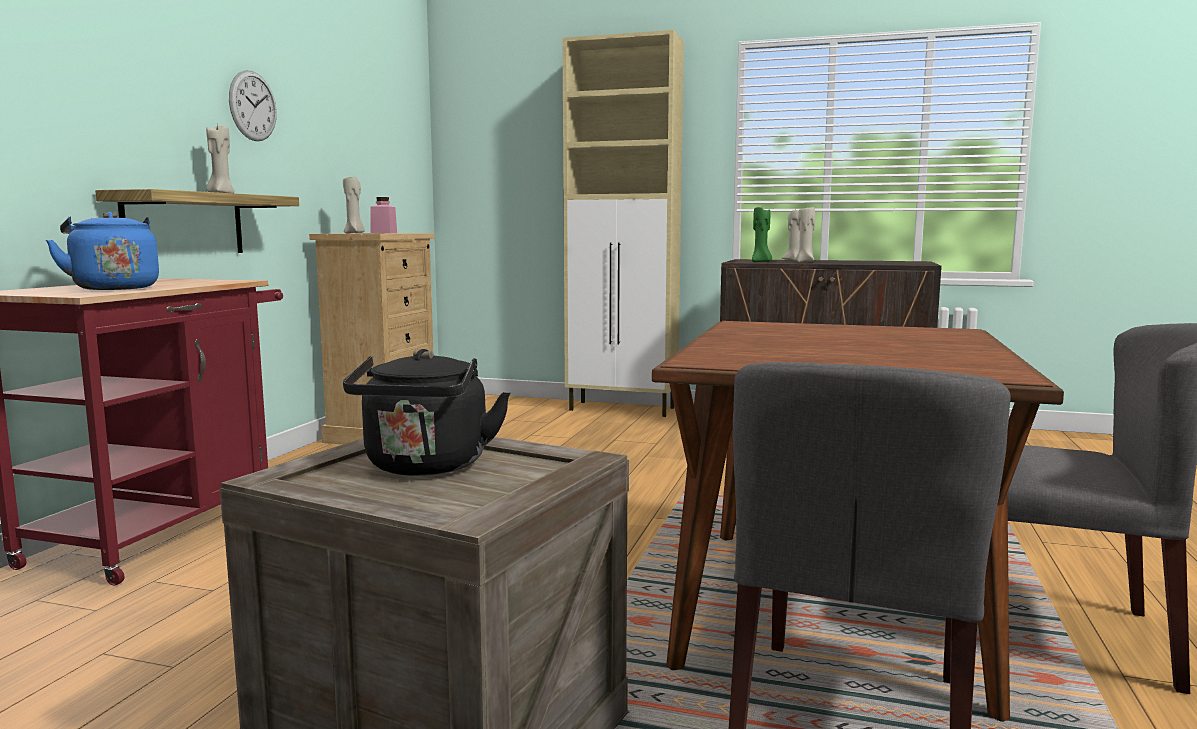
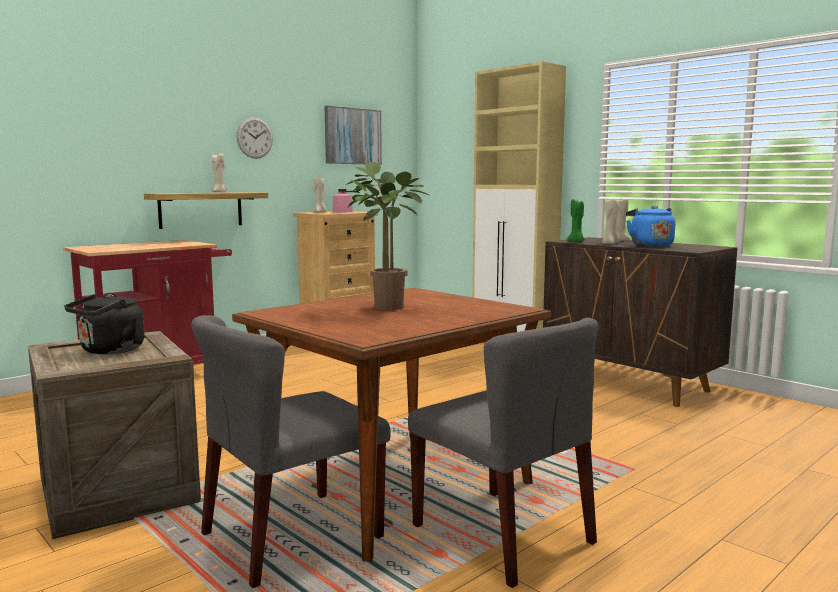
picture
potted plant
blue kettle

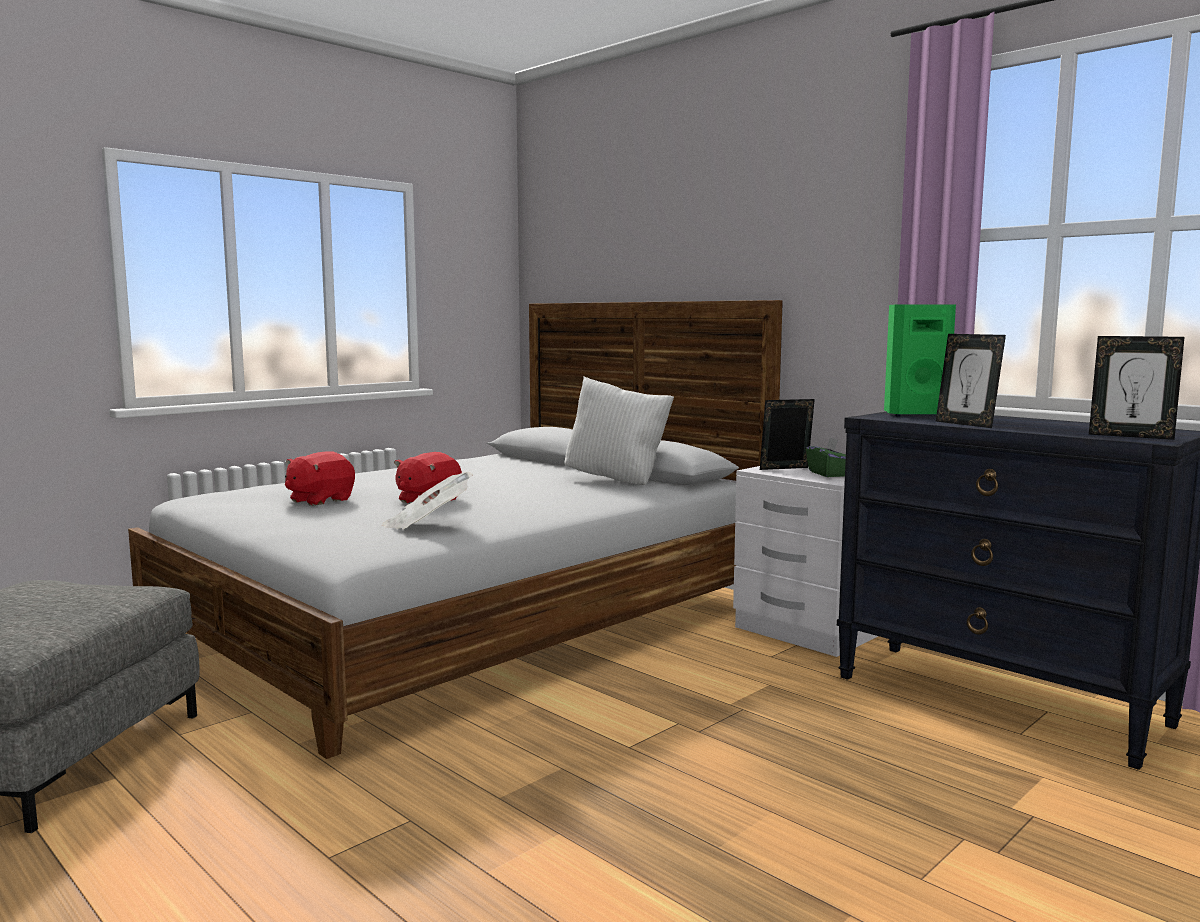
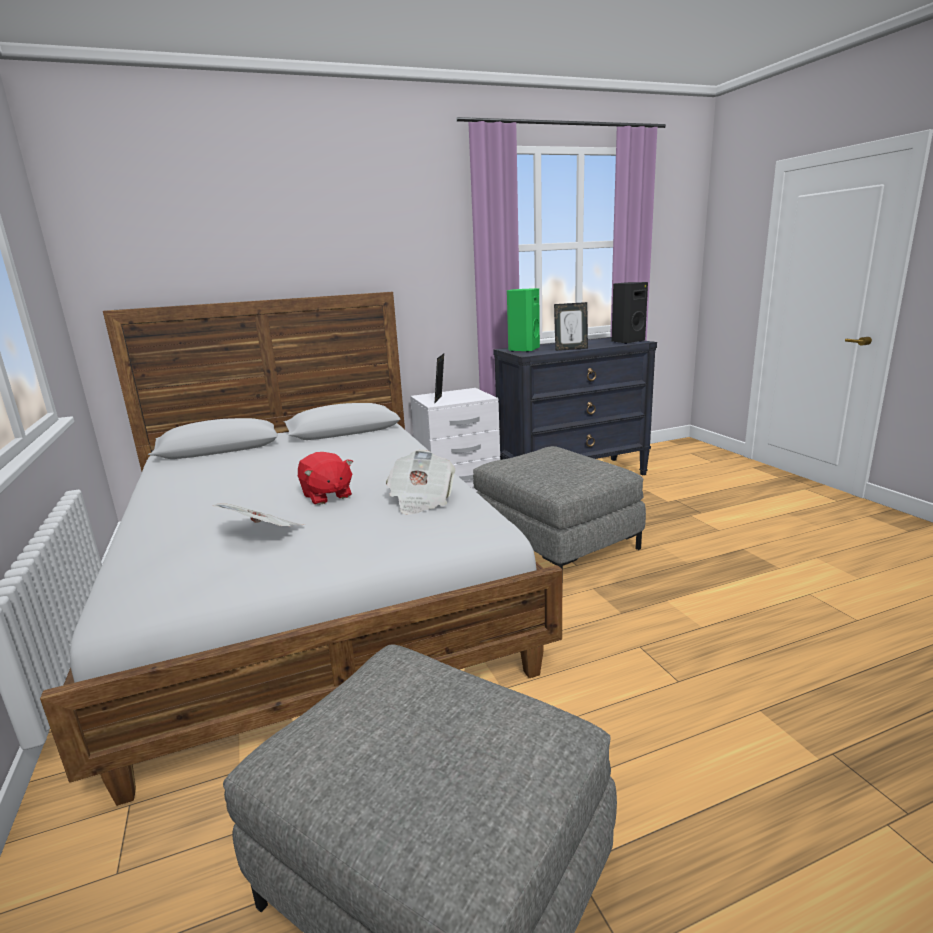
newspaper (1st from left)
grey ottoman (2nd from left)
black speaker
white pillow
green tissue box

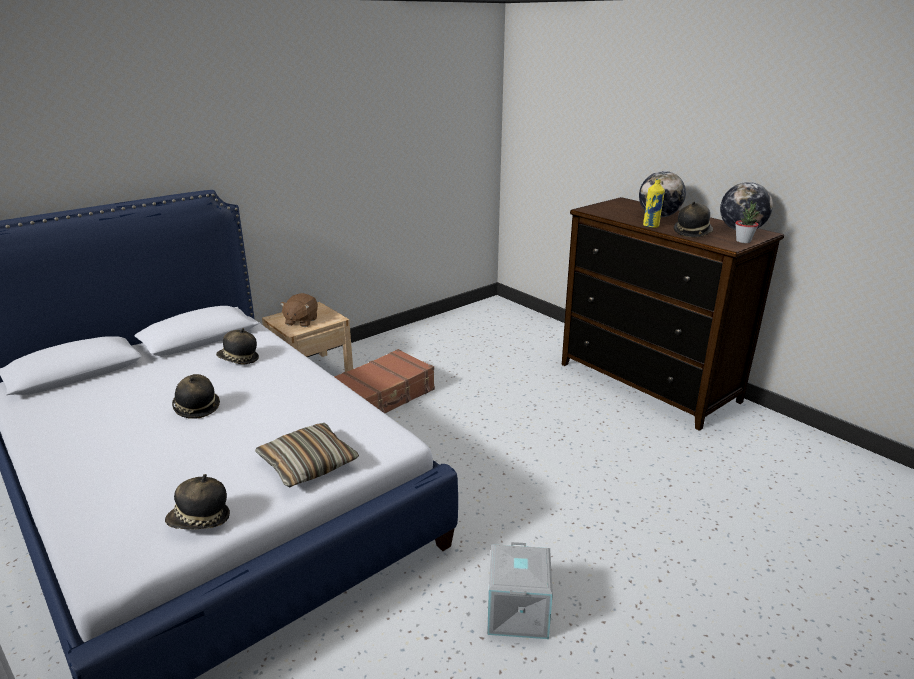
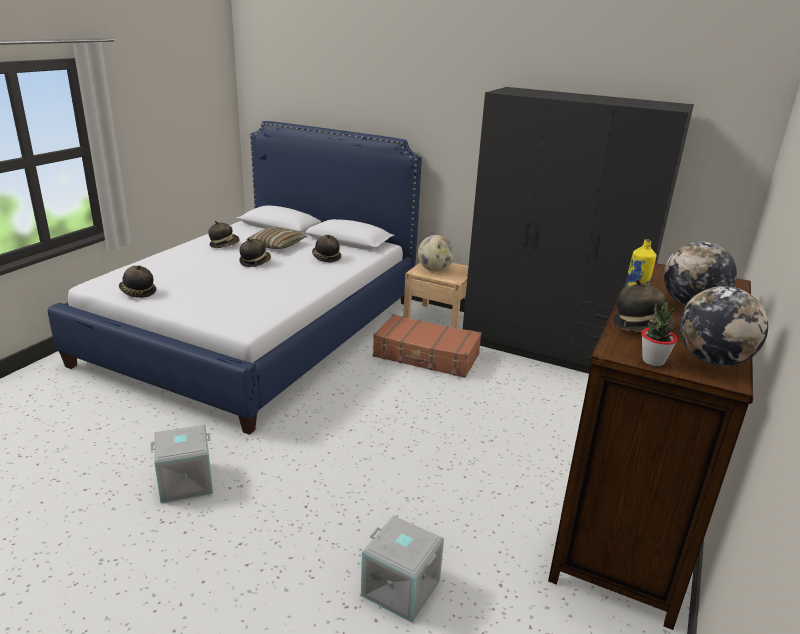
hat (2nd from left)
pillow
grey storage box (2nd from left)
globe (1st from left)
black wardrobe

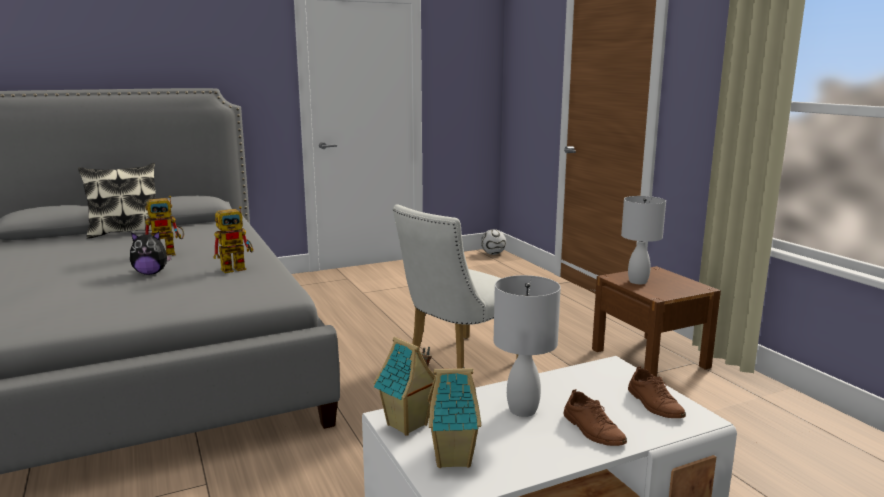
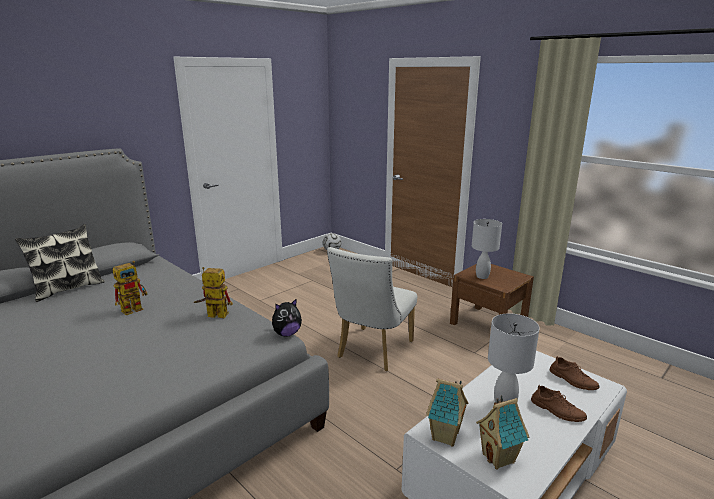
toy robot (2nd from left)
plush toy

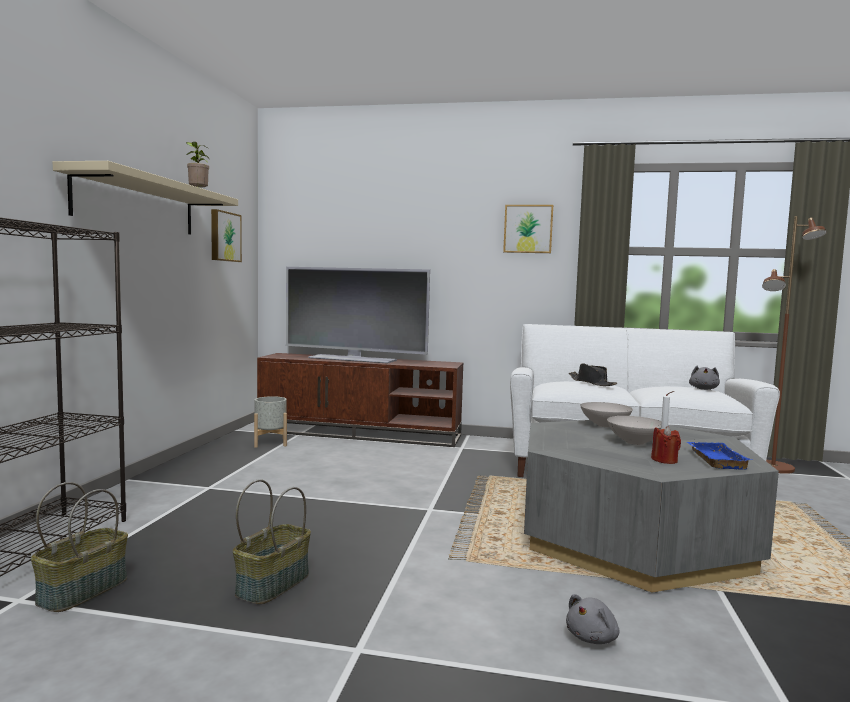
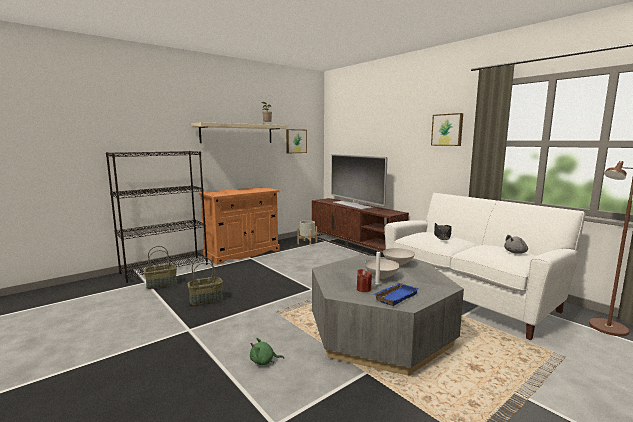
orange cabinet
green plush toy

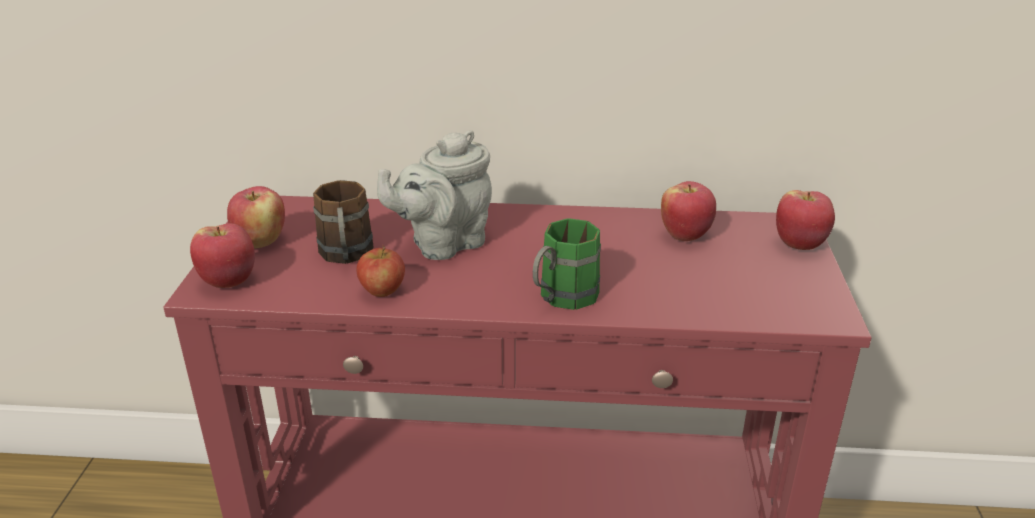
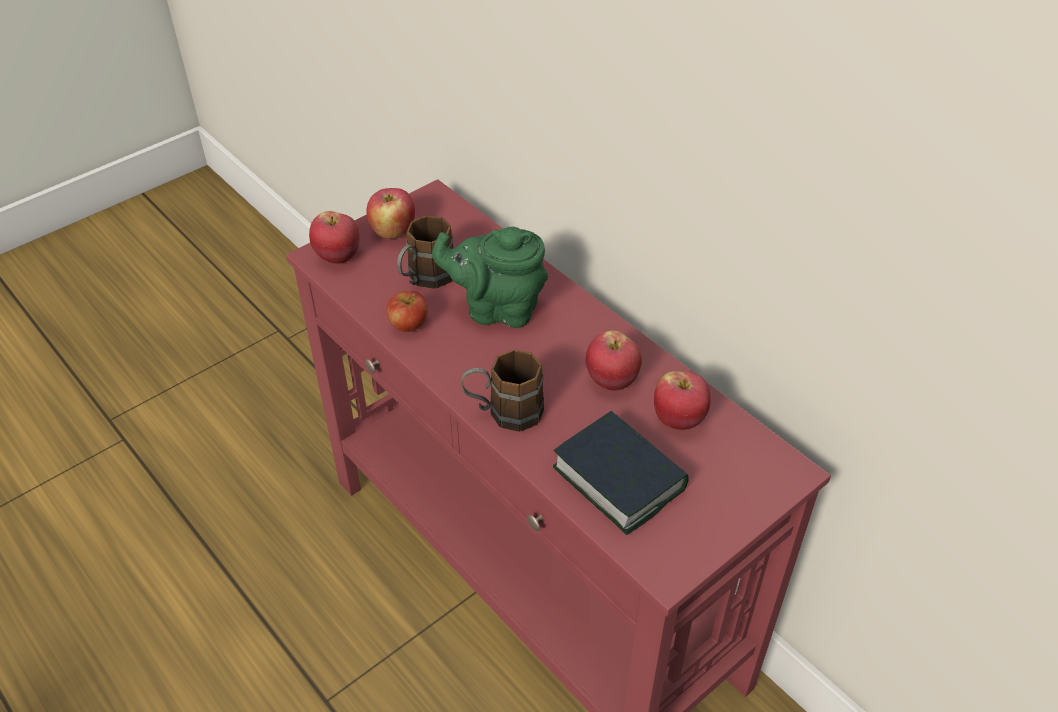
green teapot
brown mug (2nd from left)
book
apple (4th from left)

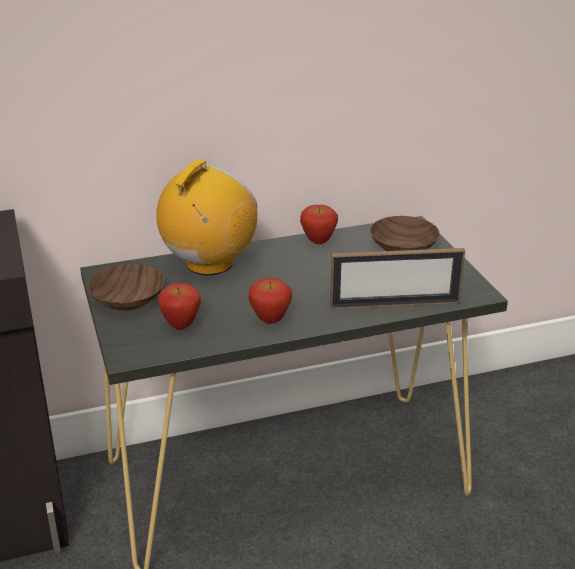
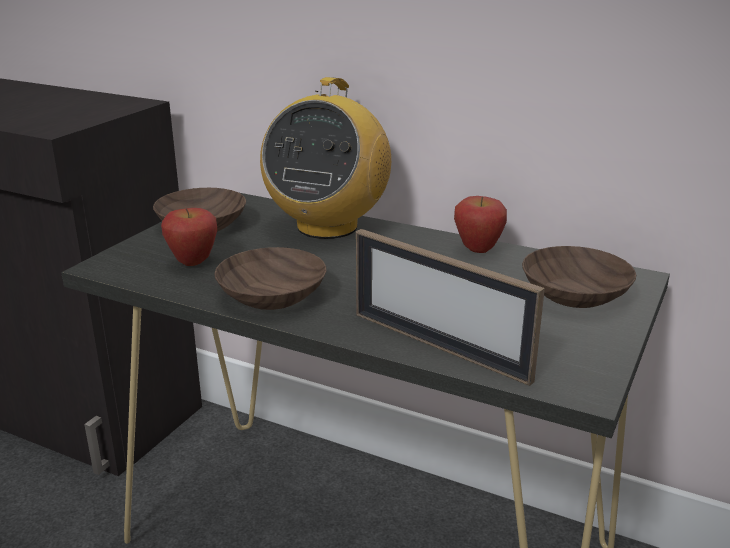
brown bowl (2nd from left)
radio

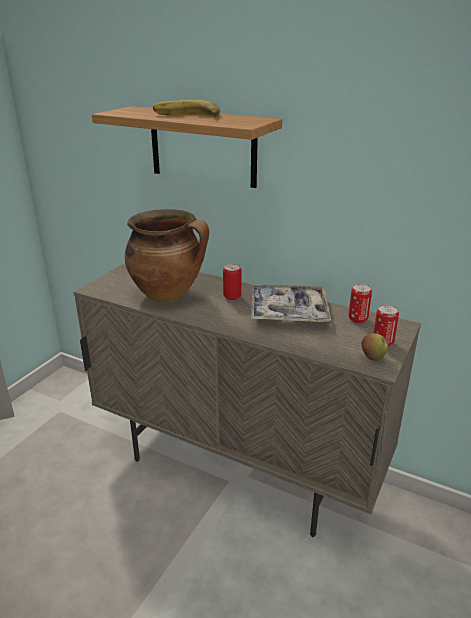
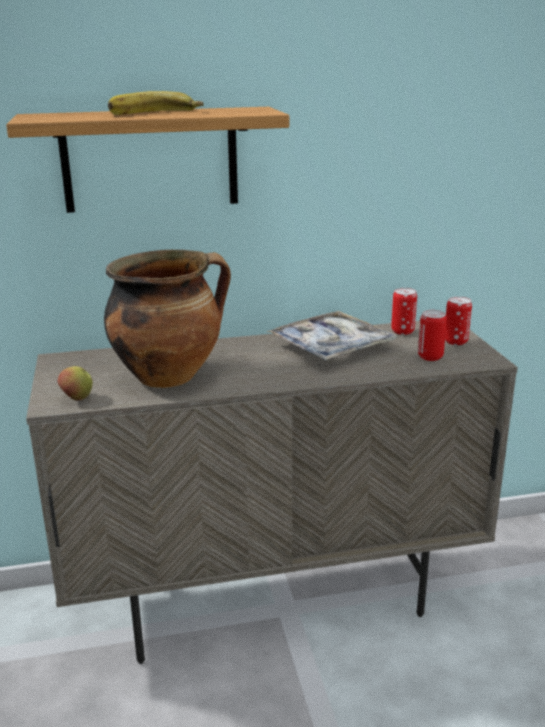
apple
can (2nd from left)

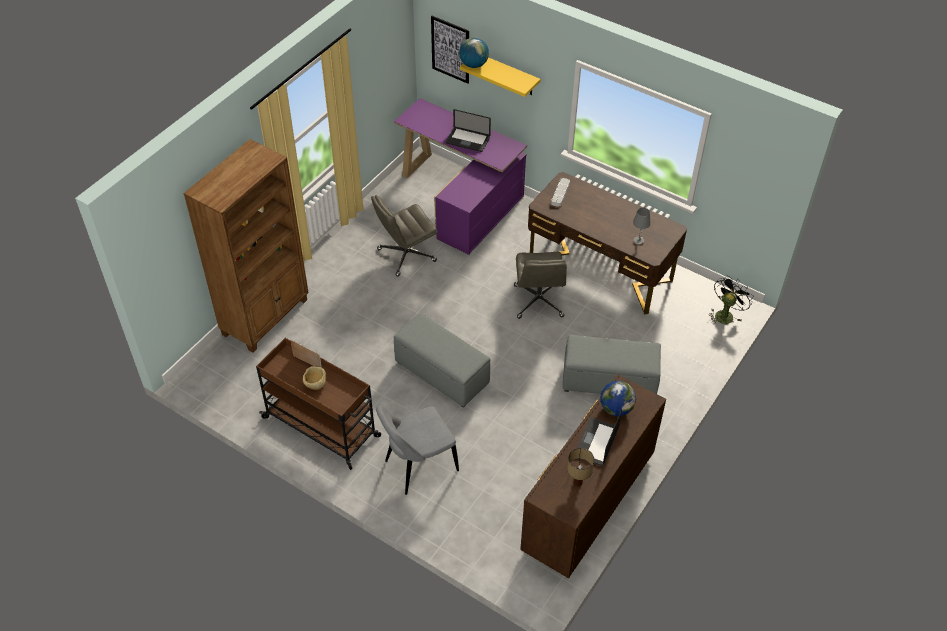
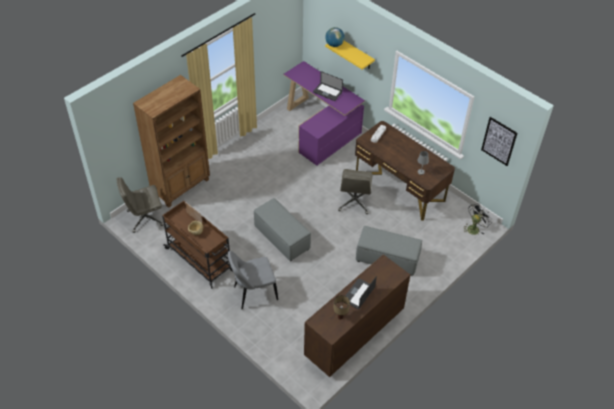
grey office chair (1st from left)
picture
globe (2nd from left in the first image)

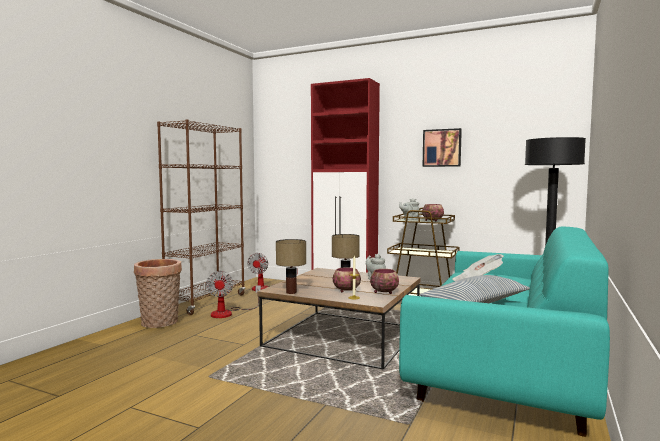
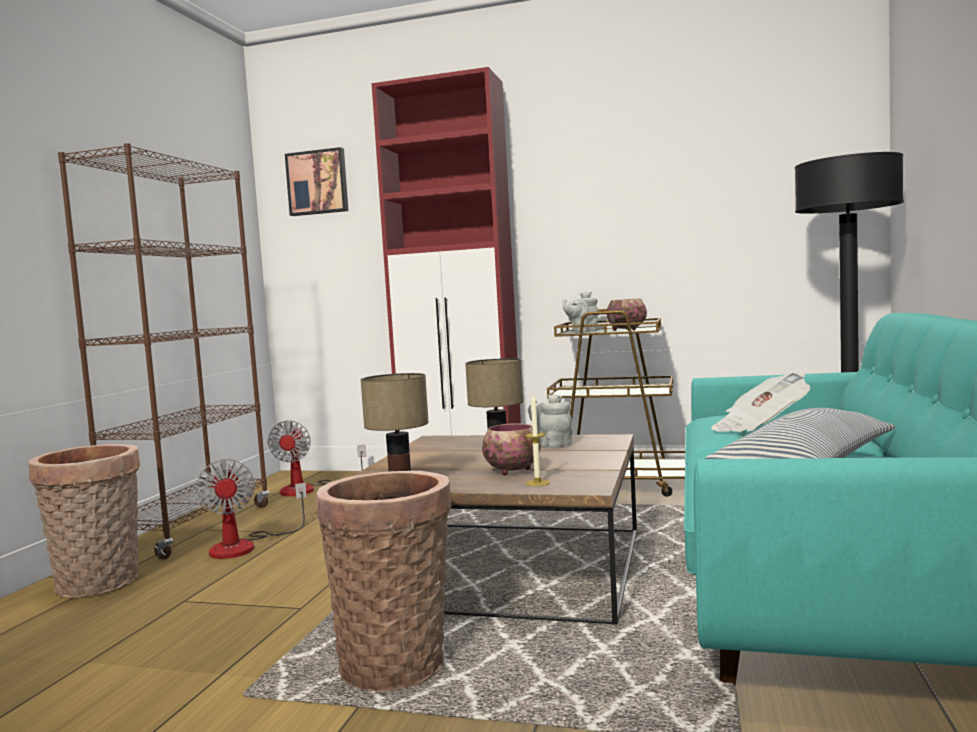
picture
basket (2nd from left)
bowl (2nd from left in the first image)

